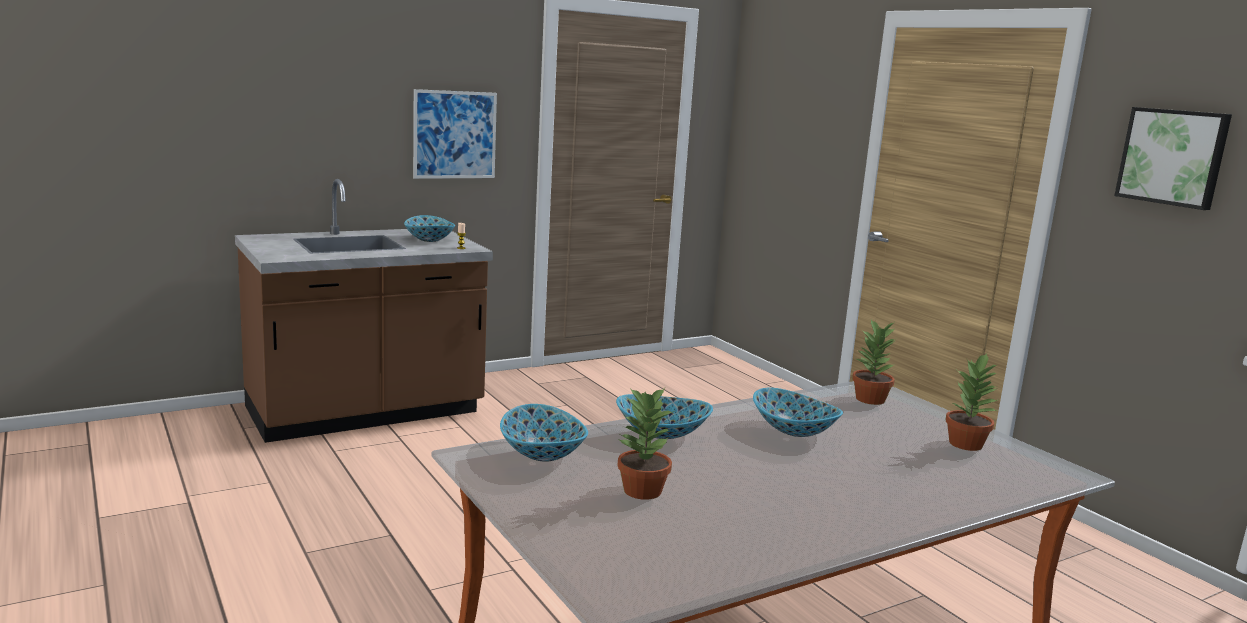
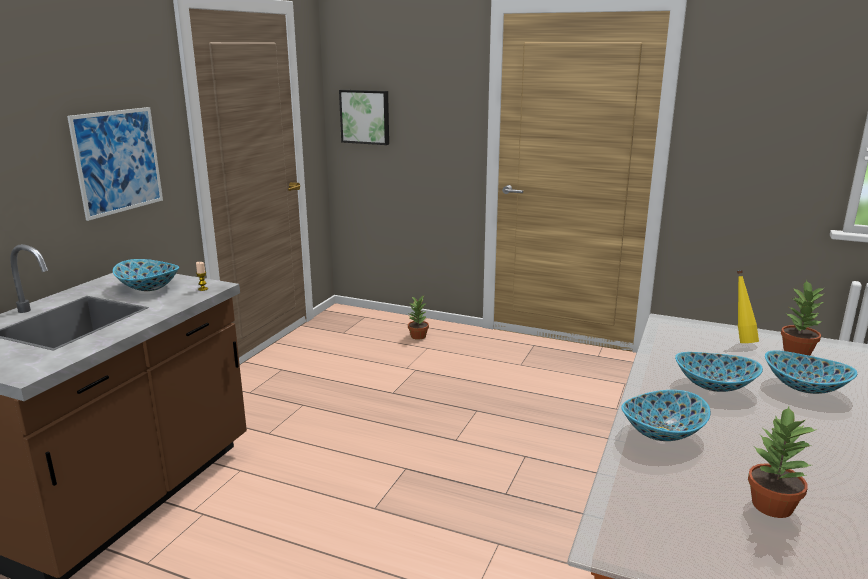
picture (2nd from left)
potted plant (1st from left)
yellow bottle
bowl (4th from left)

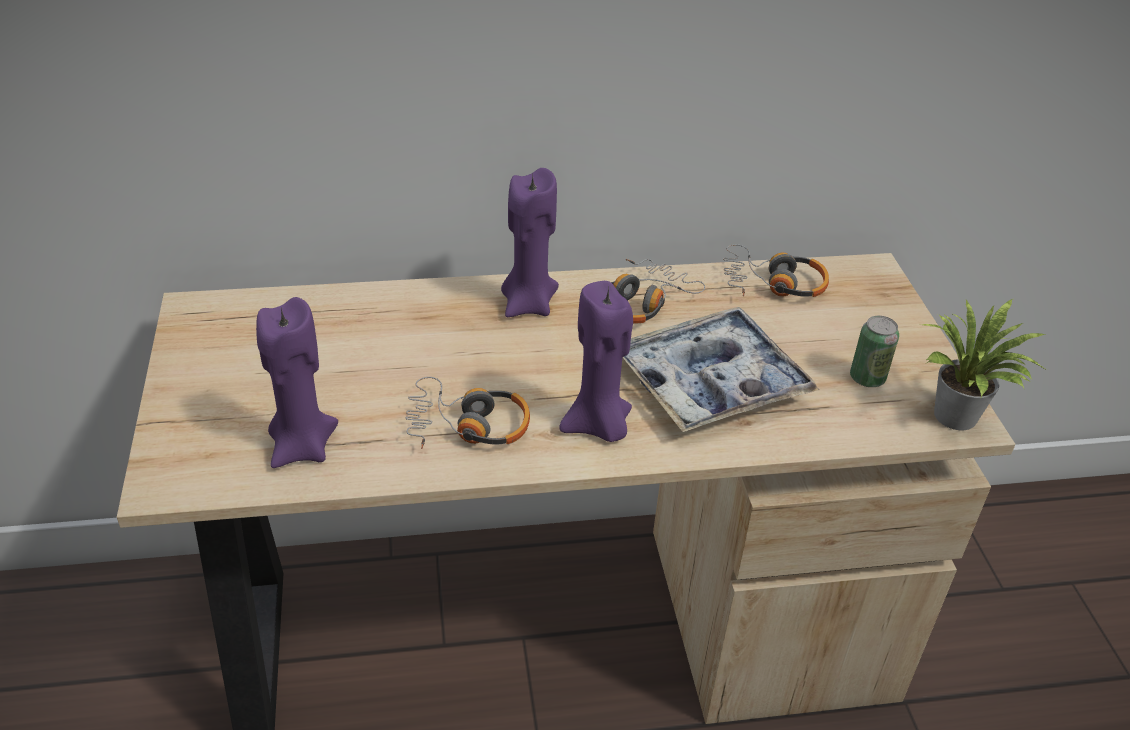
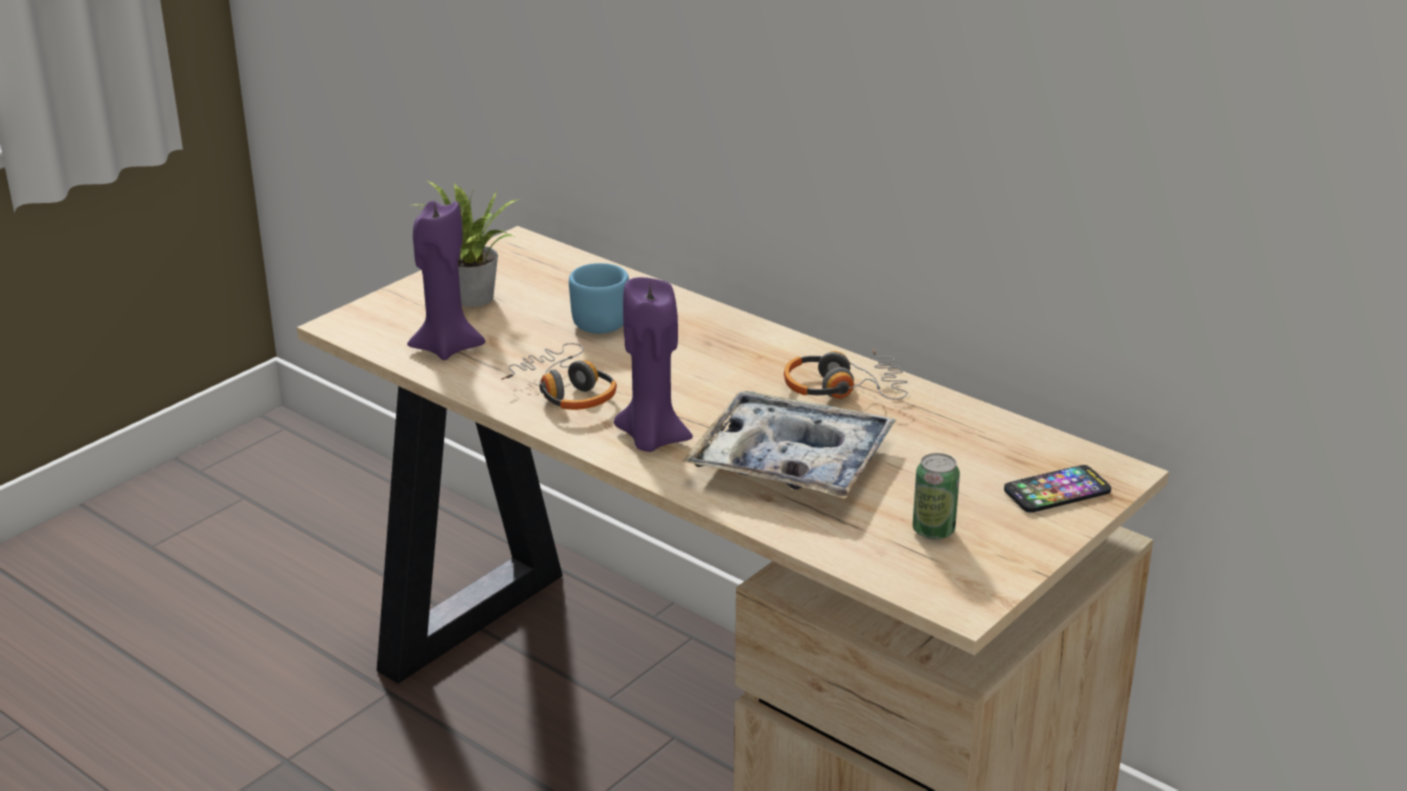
potted plant
blue mug
phone
purple candle (2nd from left in the first image)
headphones (3rd from left in the first image)

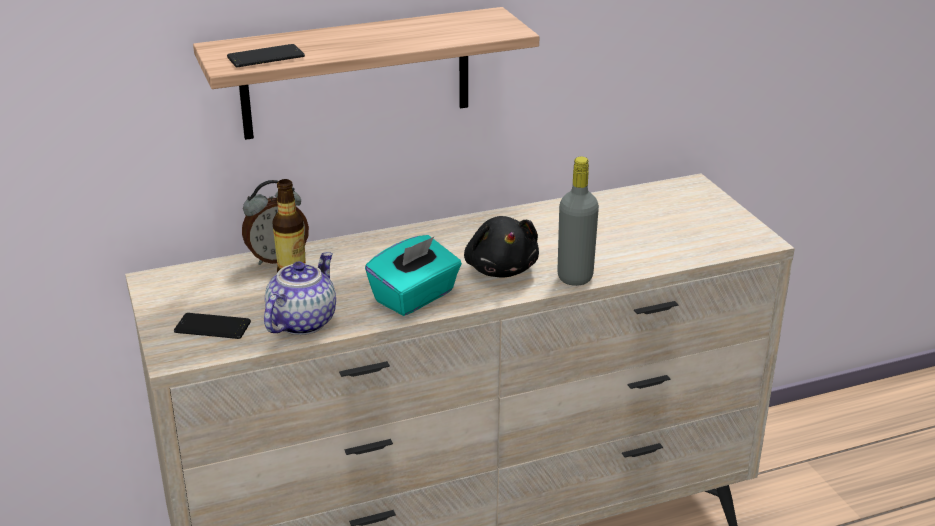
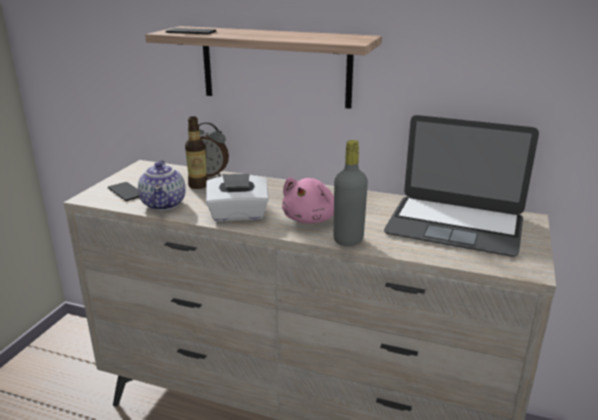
teapot
white tissue box
pink plush toy
laptop

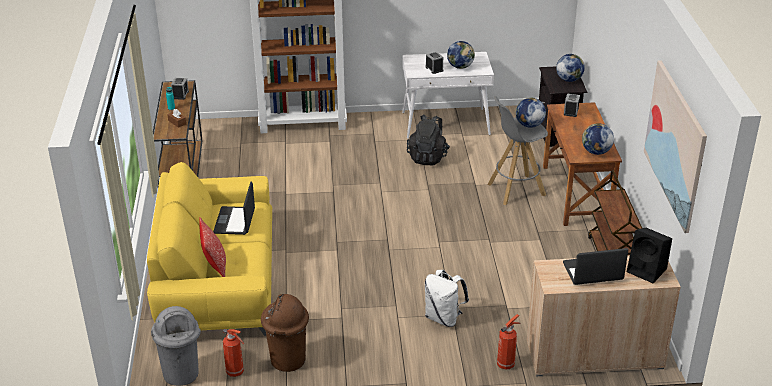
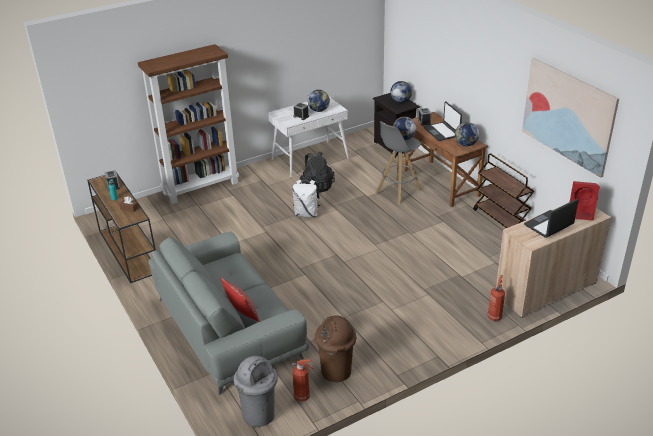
grey sofa
white backpack
laptop (1st from left)
red speaker

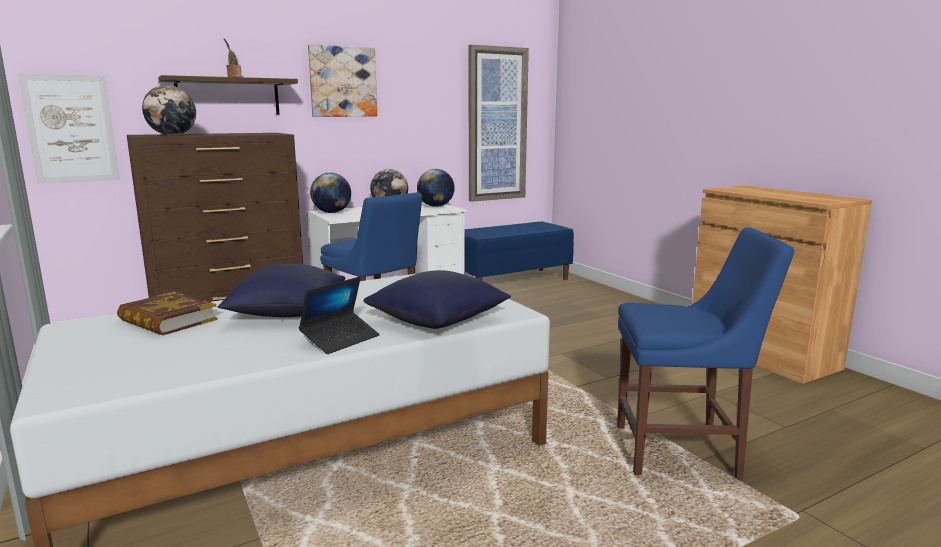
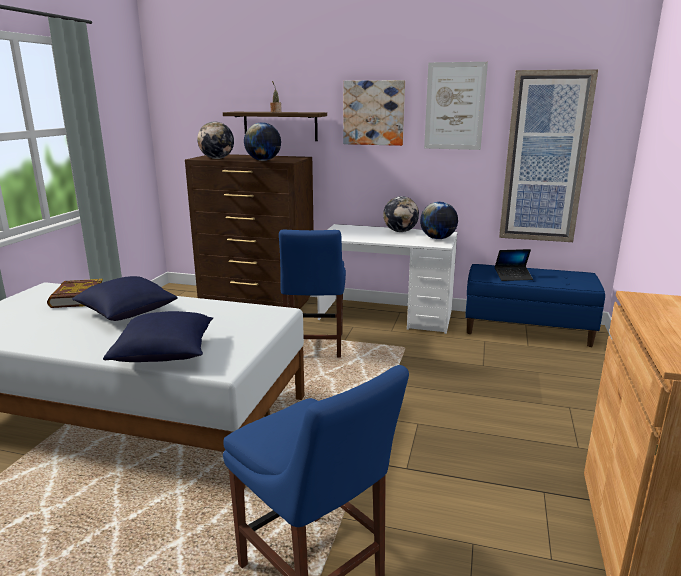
globe (2nd from left)
picture (2nd from left)
laptop

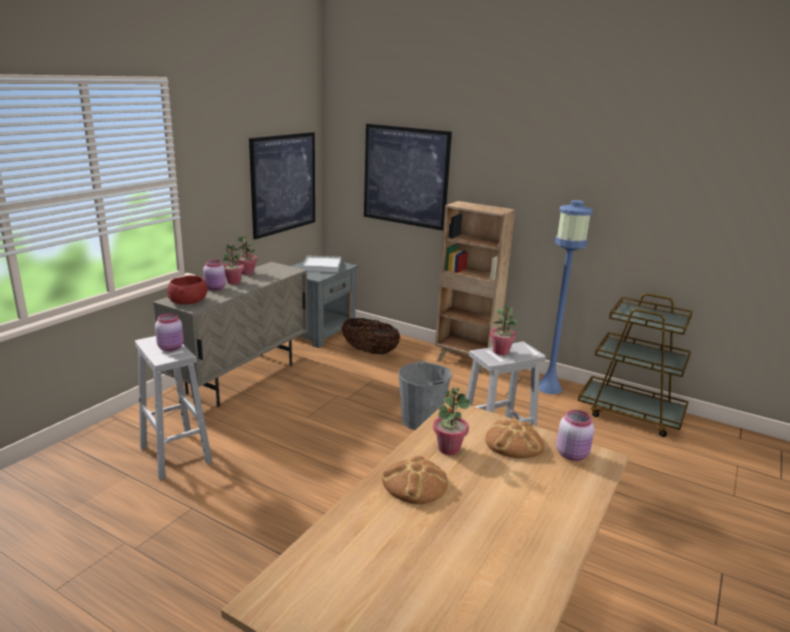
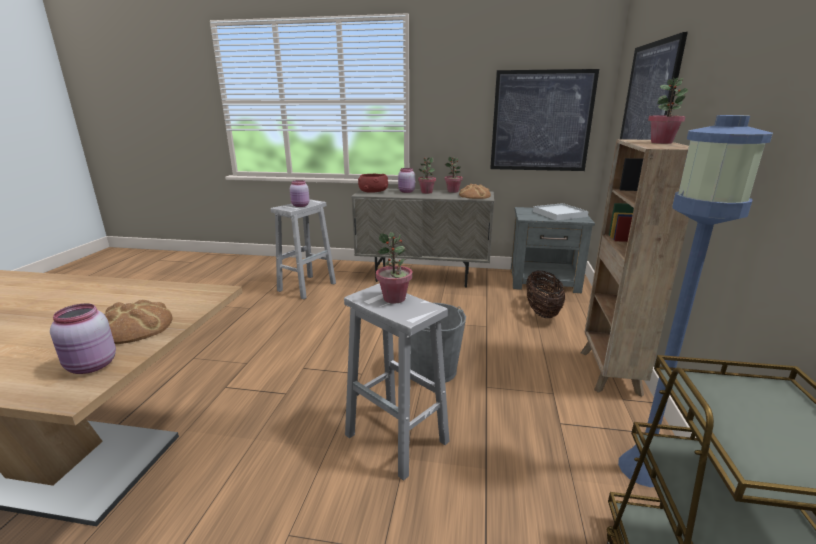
bread (2nd from left)
potted plant (4th from left)

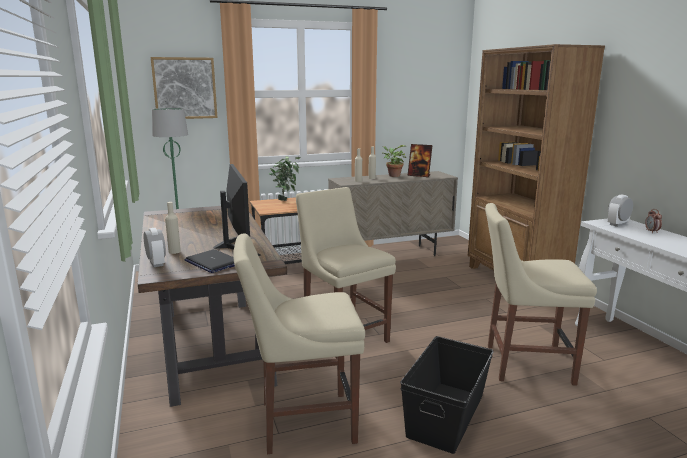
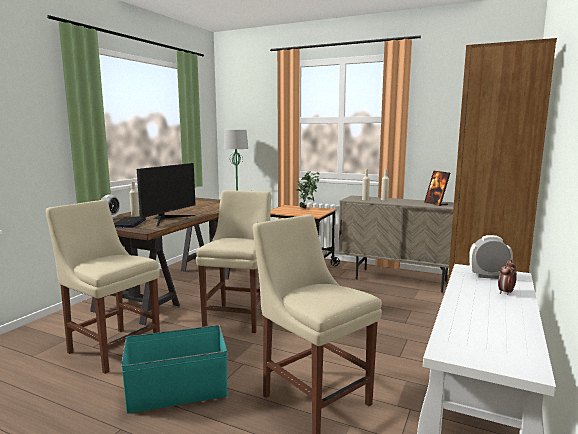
turquoise storage box
picture
potted plant (2nd from left in the first image)

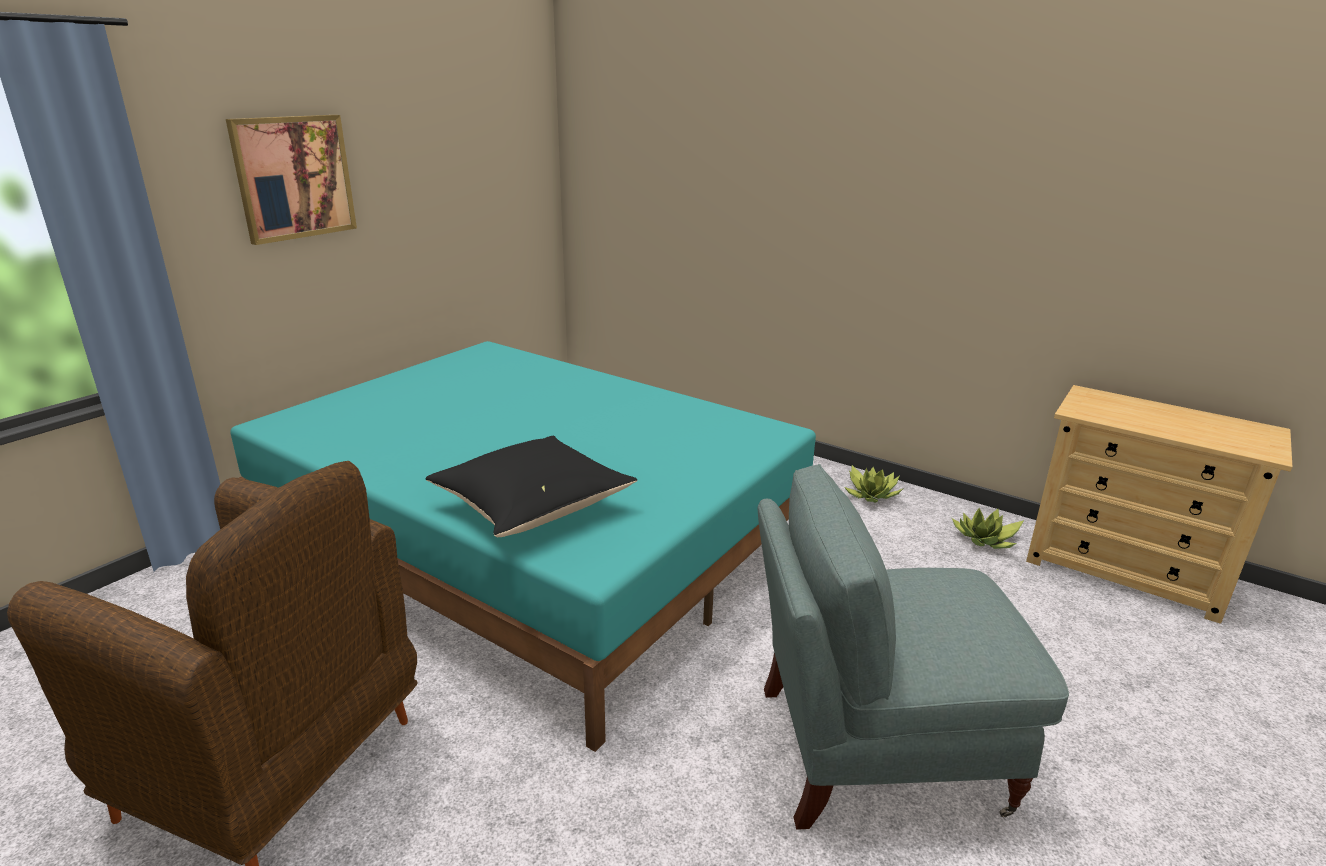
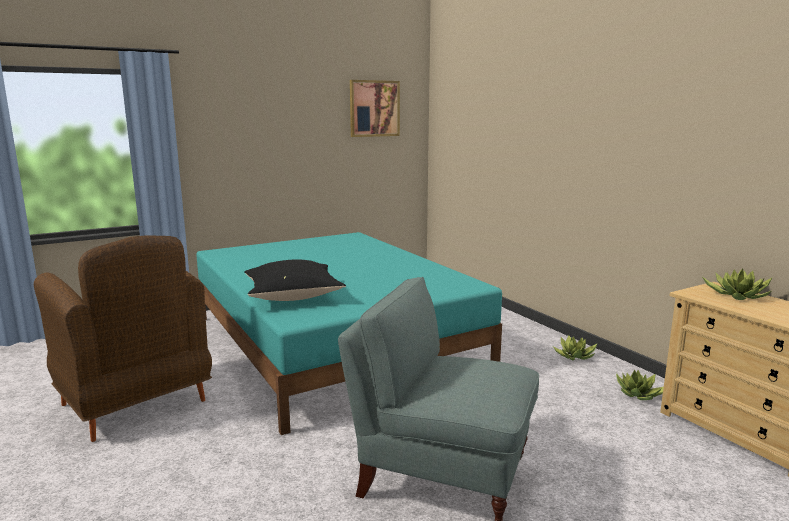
picture
potted plant (3rd from left)

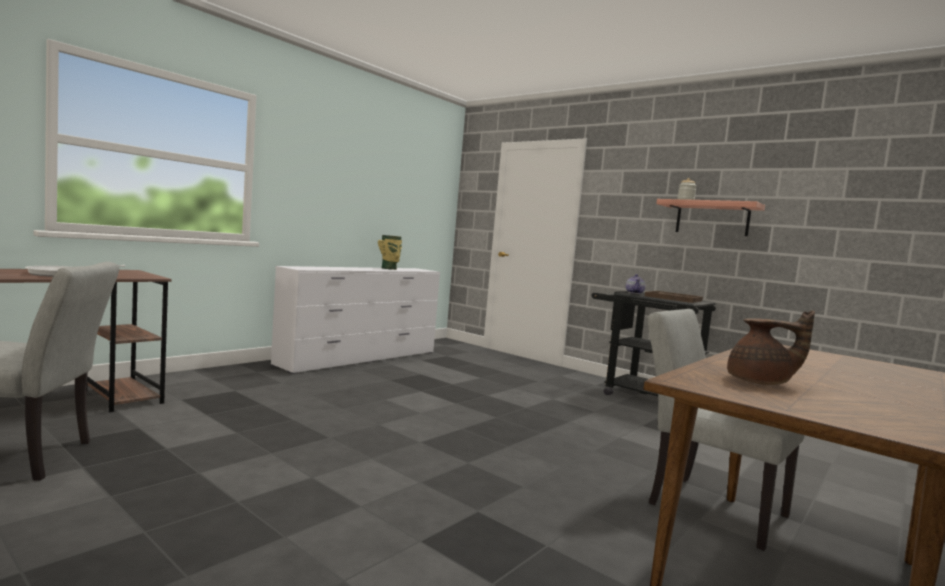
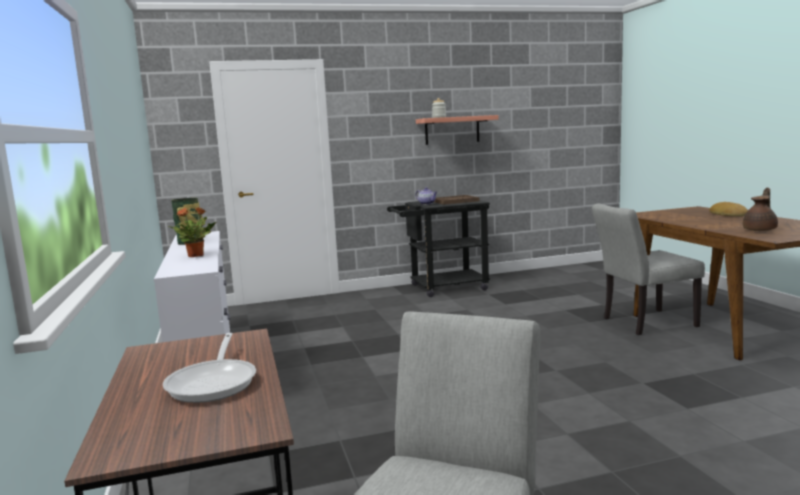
potted plant
bread

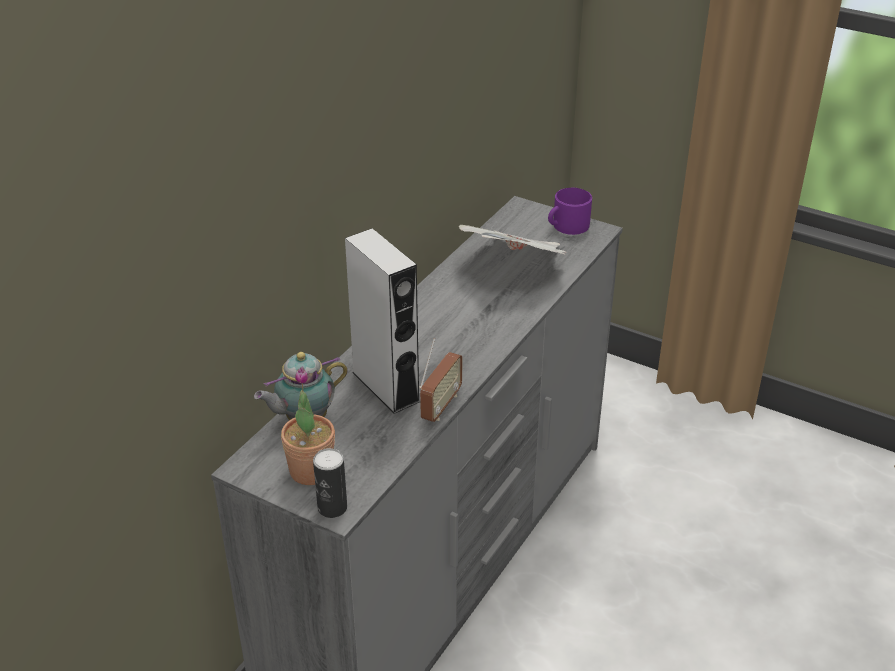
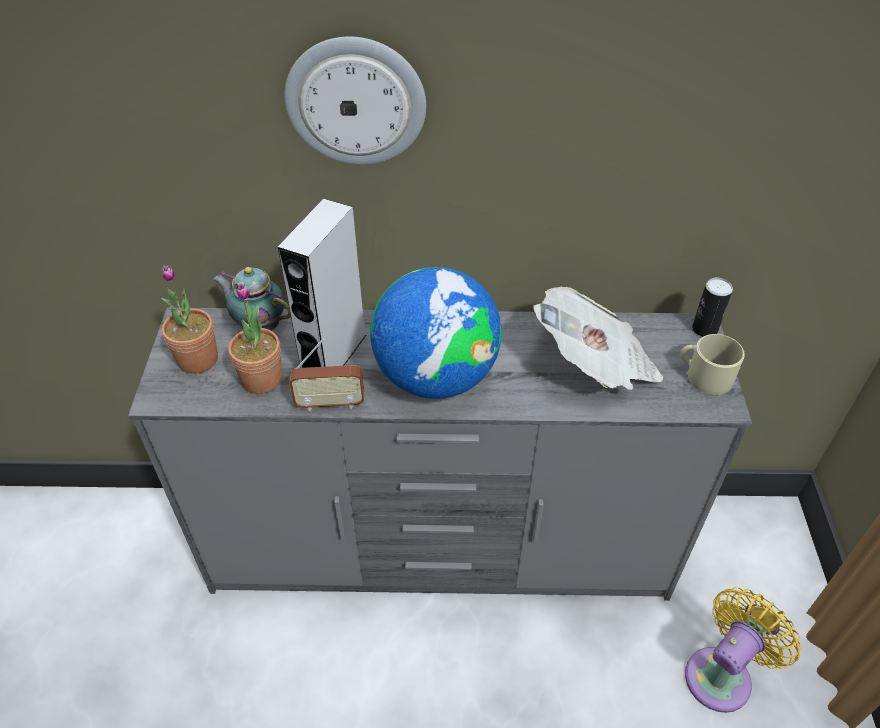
potted plant (2nd from left)
wall clock
globe
beige mug
yellow fan
can

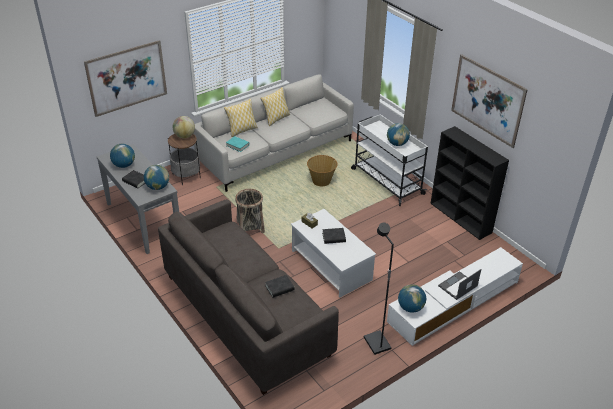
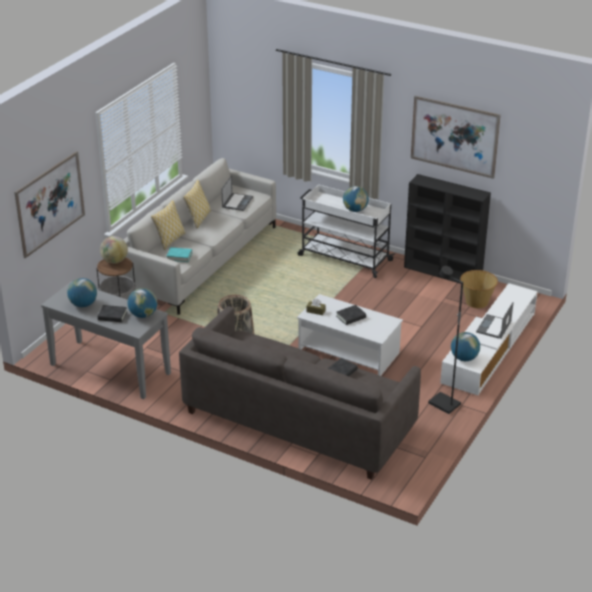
laptop (1st from left)
basket (2nd from left)

